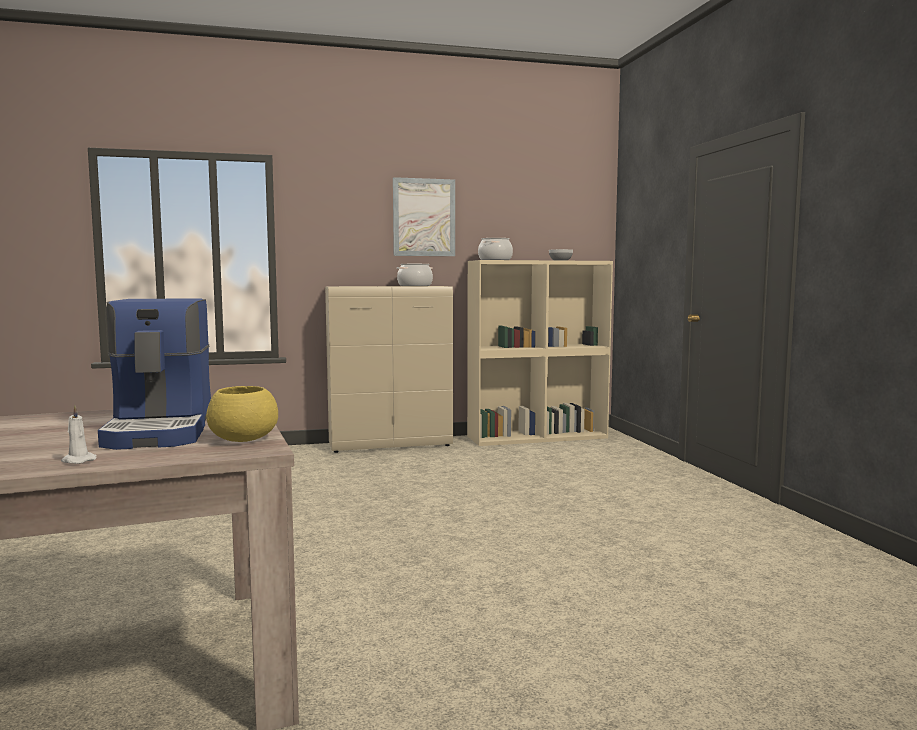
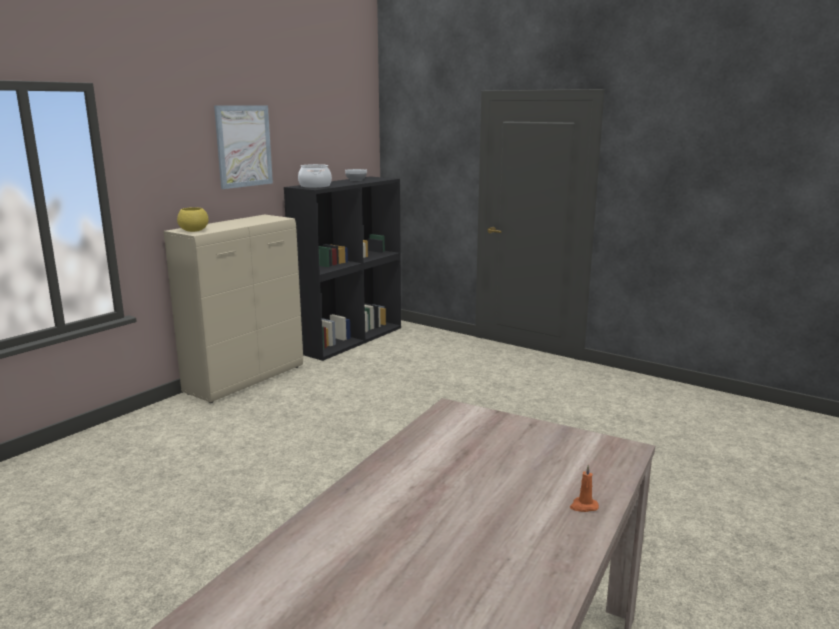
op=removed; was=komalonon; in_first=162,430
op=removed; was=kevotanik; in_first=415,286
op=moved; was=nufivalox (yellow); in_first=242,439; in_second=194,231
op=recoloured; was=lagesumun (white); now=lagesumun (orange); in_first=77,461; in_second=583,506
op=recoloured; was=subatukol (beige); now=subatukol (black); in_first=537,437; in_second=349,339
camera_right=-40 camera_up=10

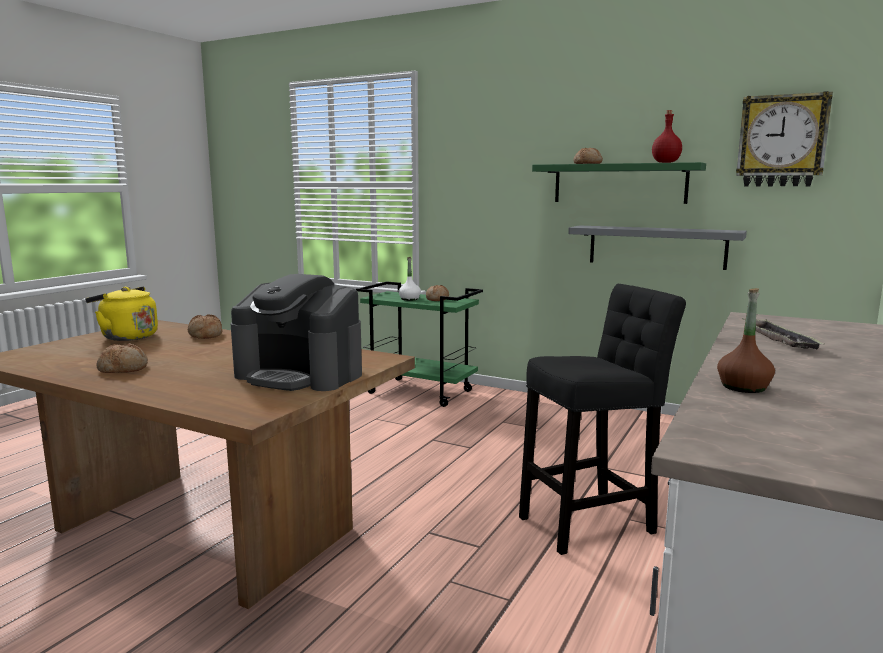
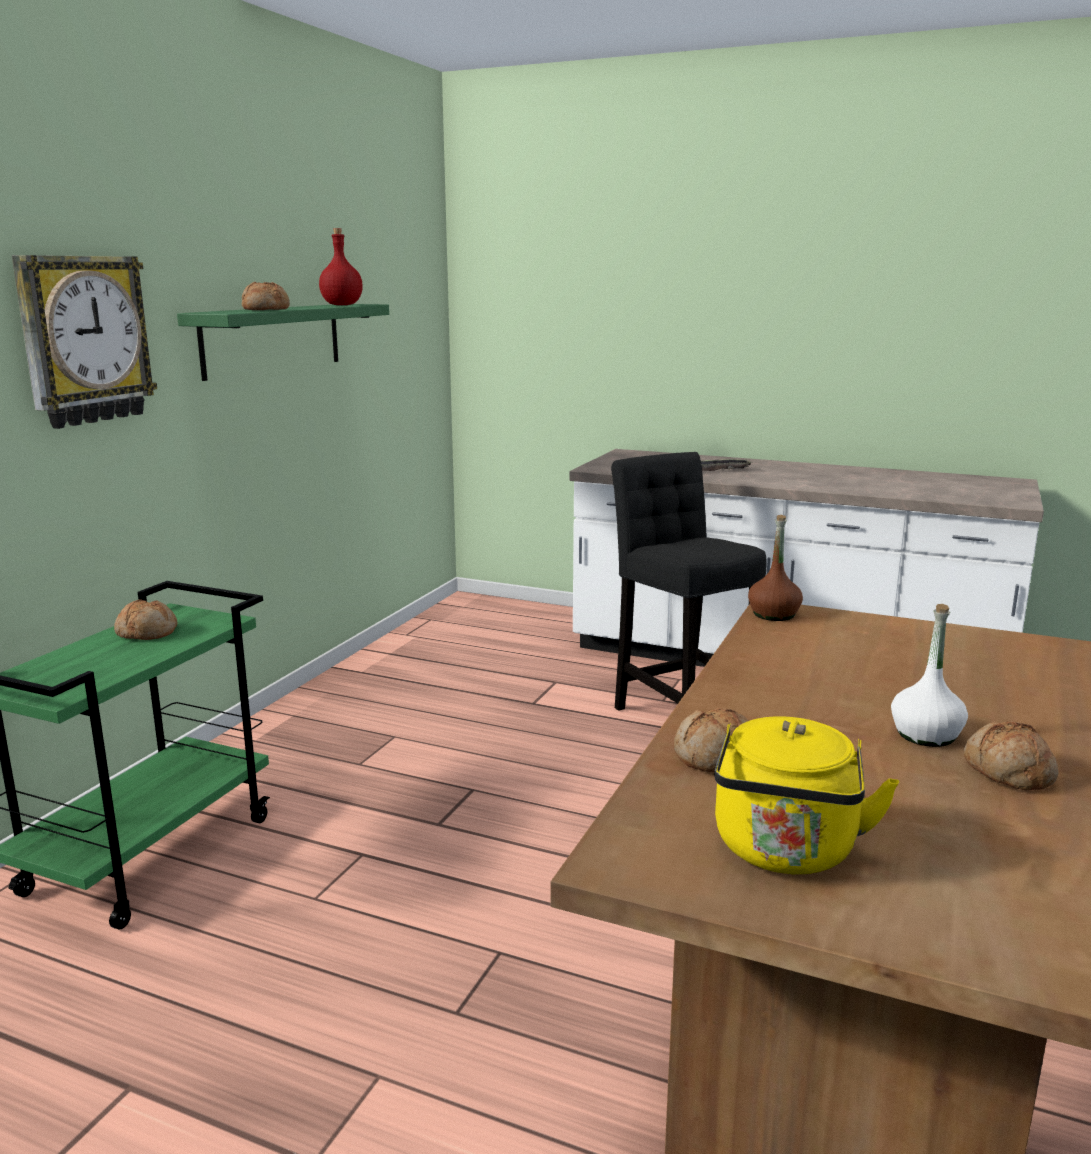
op=removed; was=komalonon; in_first=300,375
op=removed; was=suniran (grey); in_first=656,247
op=moved; was=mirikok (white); in_first=409,299; in_second=926,735
op=moved; was=mirikok (brown); in_first=743,387; in_second=774,614
op=moved; was=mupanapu; in_first=782,141; in_second=84,340
camera_right=-95 camera_up=5

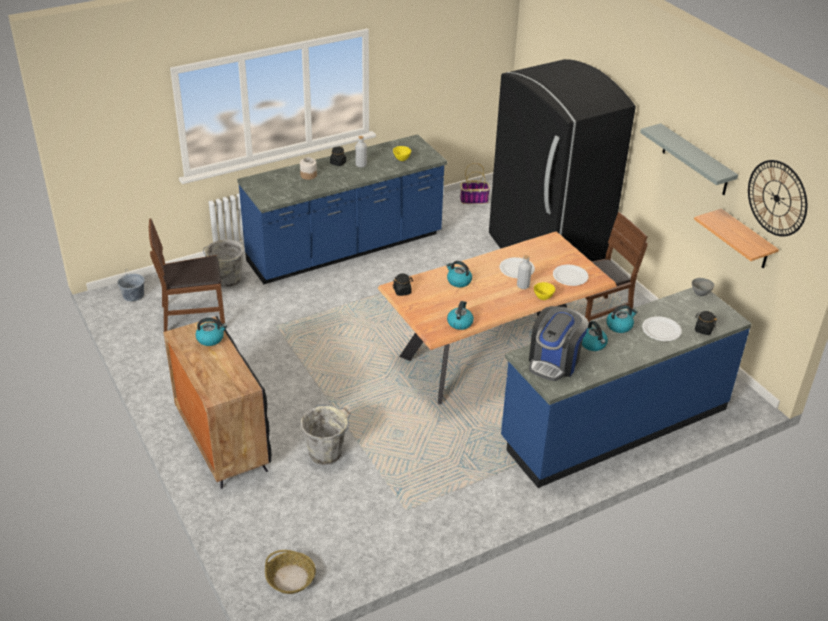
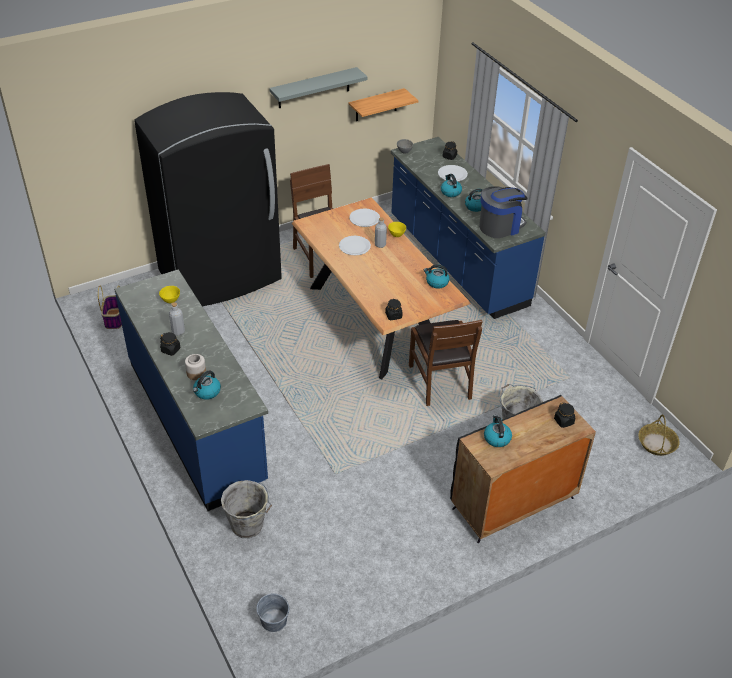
op=removed; was=mupanapu; in_first=777,198
op=added; now=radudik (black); in_second=564,421
op=moved; was=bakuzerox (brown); in_first=193,315; in_second=440,381
op=moved; was=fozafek; in_first=458,281; in_second=207,392
op=turned; was=komalonon; in_first=554,362; in_second=500,226; clockwise=-60
camera_right=-90 camera_up=5

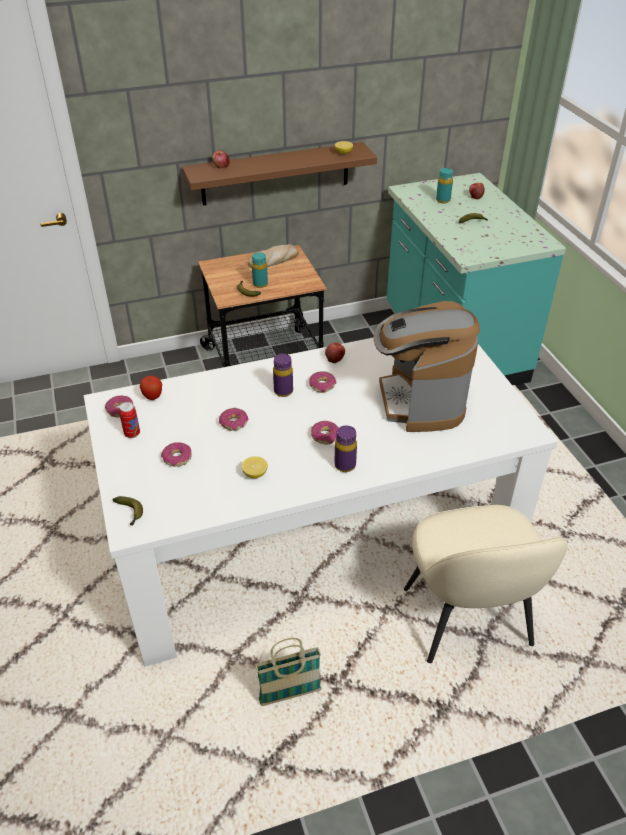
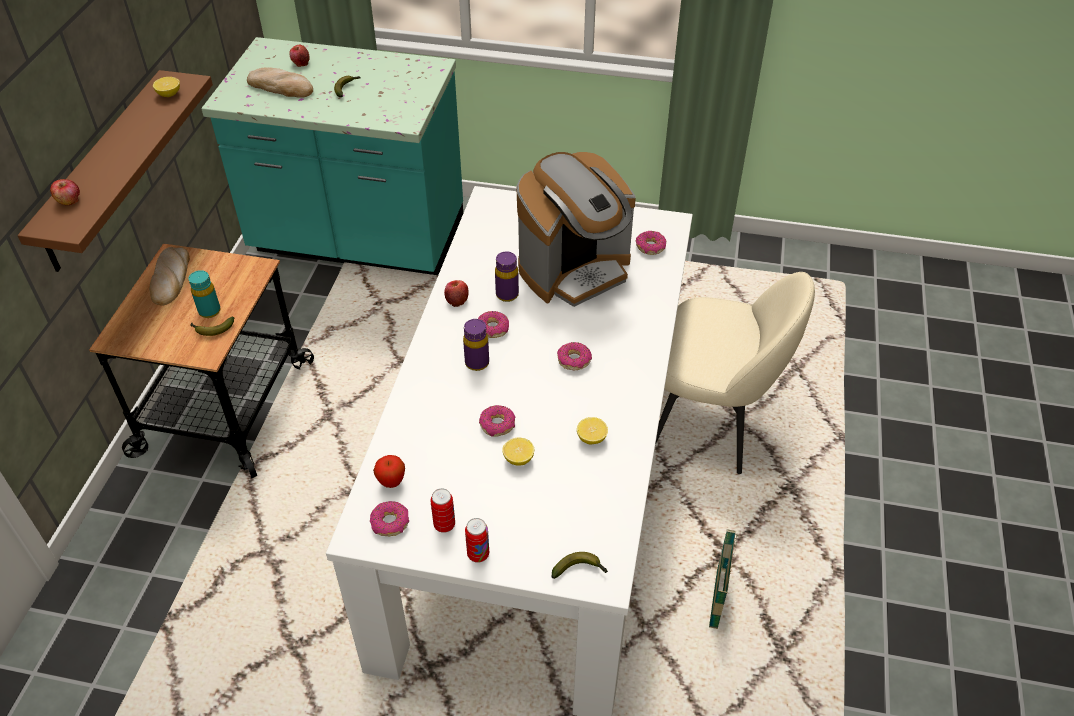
op=added; now=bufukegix; in_second=478,554
op=added; now=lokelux; in_second=518,459
op=moved; was=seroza; in_first=177,458; in_second=650,247
op=moved; was=mirikok (purple); in_first=345,465; in_second=507,295
op=replaced; was=mirikok (turquoise); now=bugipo; in_first=443,200; in_second=281,86
op=turned; was=komalonon; in_first=420,401; in_second=575,270; clockwise=-60
camera_right=-60 camera_up=5

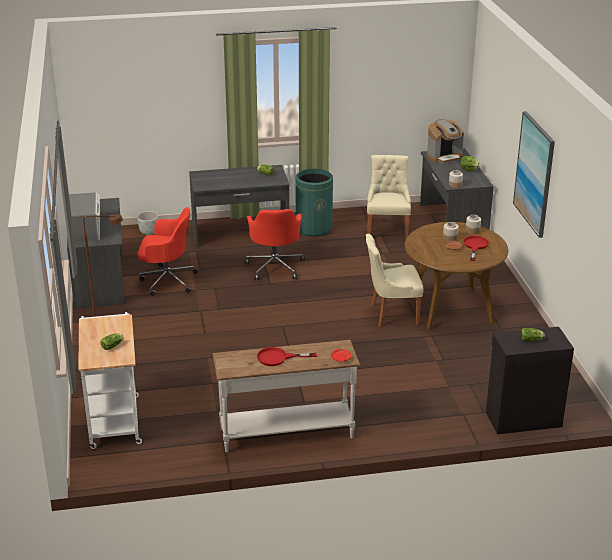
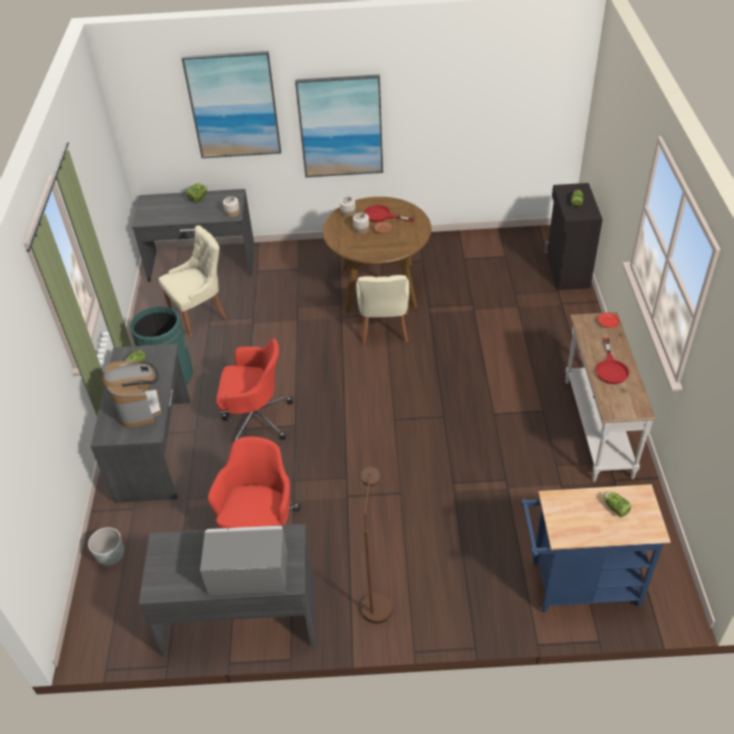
op=added; now=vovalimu; in_second=233,105
op=moved; was=komalonon; in_first=444,157; in_second=139,408
op=recoloured; was=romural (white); now=romural (blue); in_first=114,418; in_second=577,585
op=turned; was=bakuzerox (beige); in_first=387,230; in_second=200,314; clockwise=135
camera_right=-80 camera_up=15

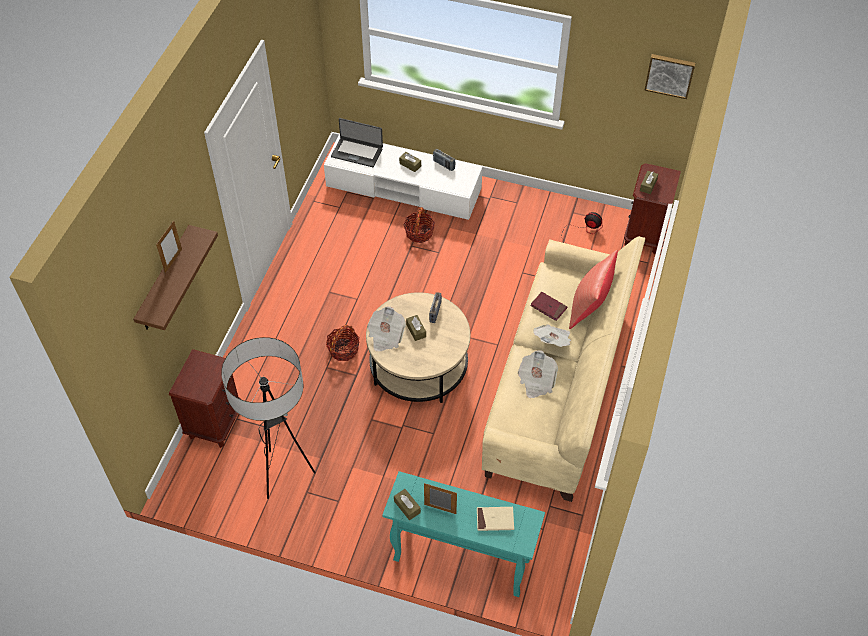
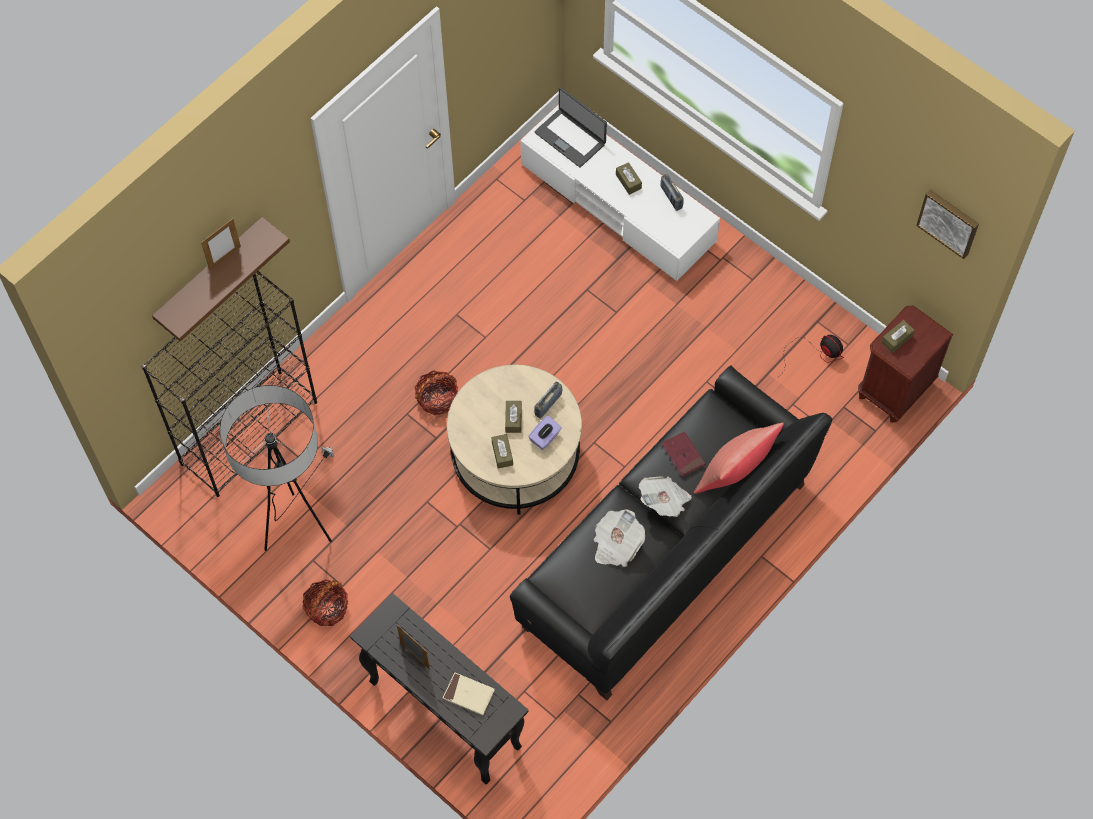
op=removed; was=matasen; in_first=386,336
op=added; now=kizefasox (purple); in_second=545,438
op=moved; was=kizefasox (brown); in_first=407,507; in_second=502,454
op=moved; was=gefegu; in_first=419,233; in_second=327,608
op=replaced; was=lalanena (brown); now=subatukol (black); in_first=215,422; in_second=249,432
op=recoloured; was=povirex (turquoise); now=povirex (black); in_first=460,560; in_second=443,714
op=recoloured; was=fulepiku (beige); now=fulepiku (black); in_first=557,390; in_second=665,555
camera_right=25 camera_up=10

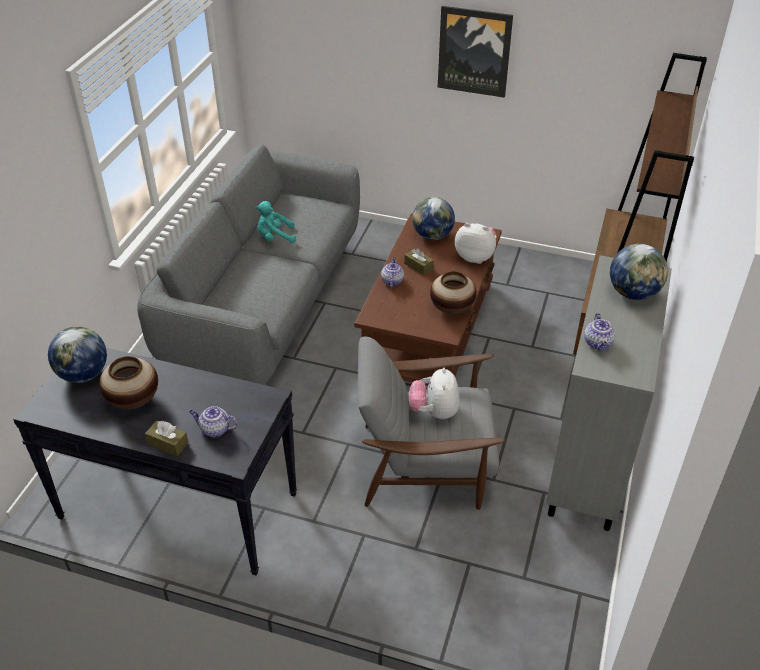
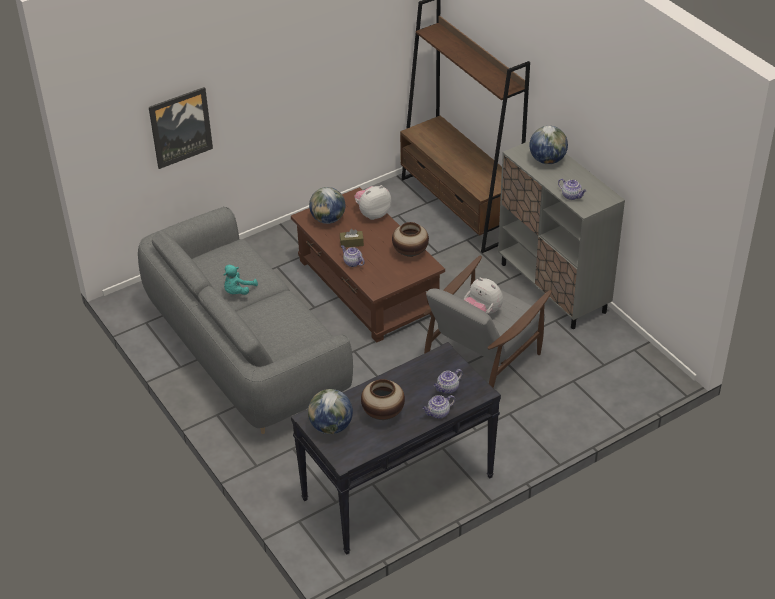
op=moved; was=vovalimu; in_first=474,51; in_second=180,127
op=replaced; was=kizefasox (brown); now=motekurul; in_first=168,443; in_second=438,413
camera_right=-50 camera_up=0

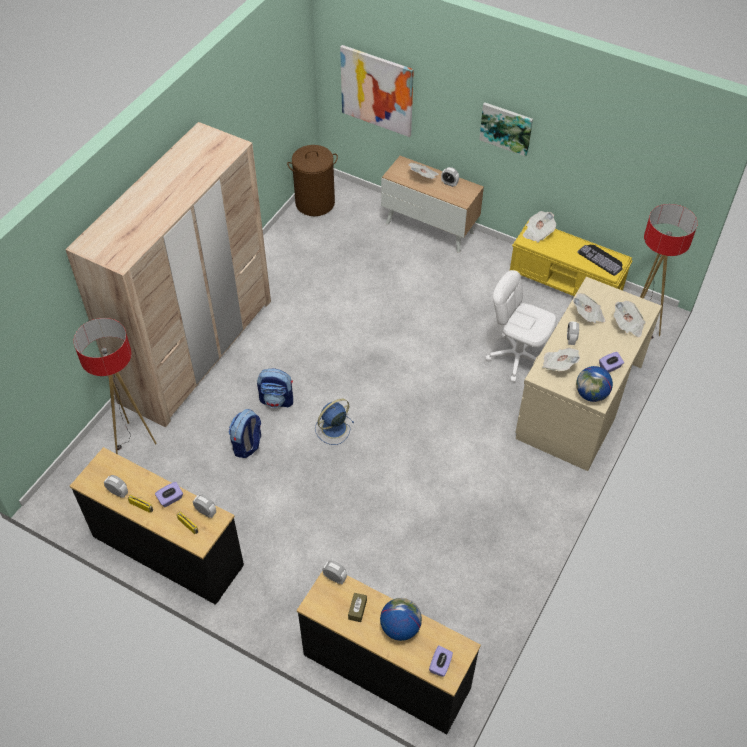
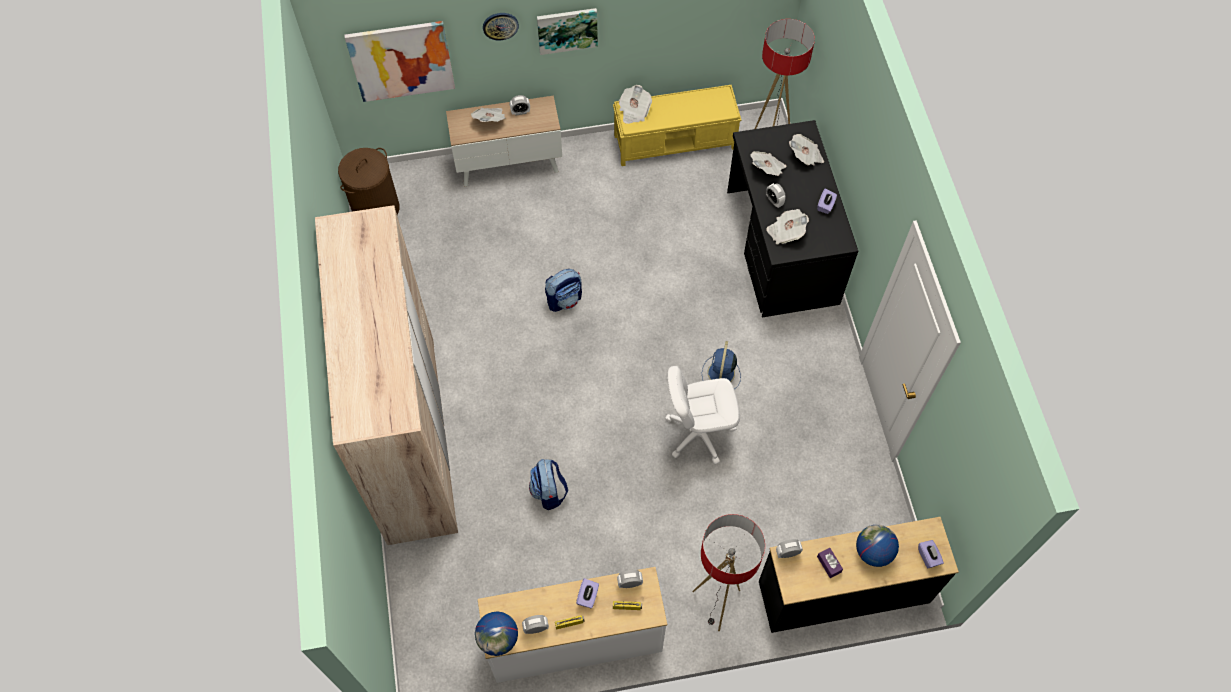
op=removed; was=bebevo; in_first=602,259
op=added; now=mupanapu; in_second=500,25
op=moved; was=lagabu; in_first=133,441; in_second=716,604
op=moved; was=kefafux; in_first=277,400; in_second=564,300
op=moved; was=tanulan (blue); in_first=333,428; in_second=721,374
op=moved; was=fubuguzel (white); in_first=517,357; in_second=699,433
op=moved; was=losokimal; in_first=591,394; in_second=498,639
op=recoloured; was=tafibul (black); now=tafibul (white); in_first=167,551; in_second=575,641
op=recoloured; was=kizefasox (brown); now=kizefasox (purple); in_first=357,609; in_second=829,564
op=recoloured; was=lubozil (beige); now=lubozil (black); in_first=578,402; in_second=781,247
camera_right=-40 camera_up=10

